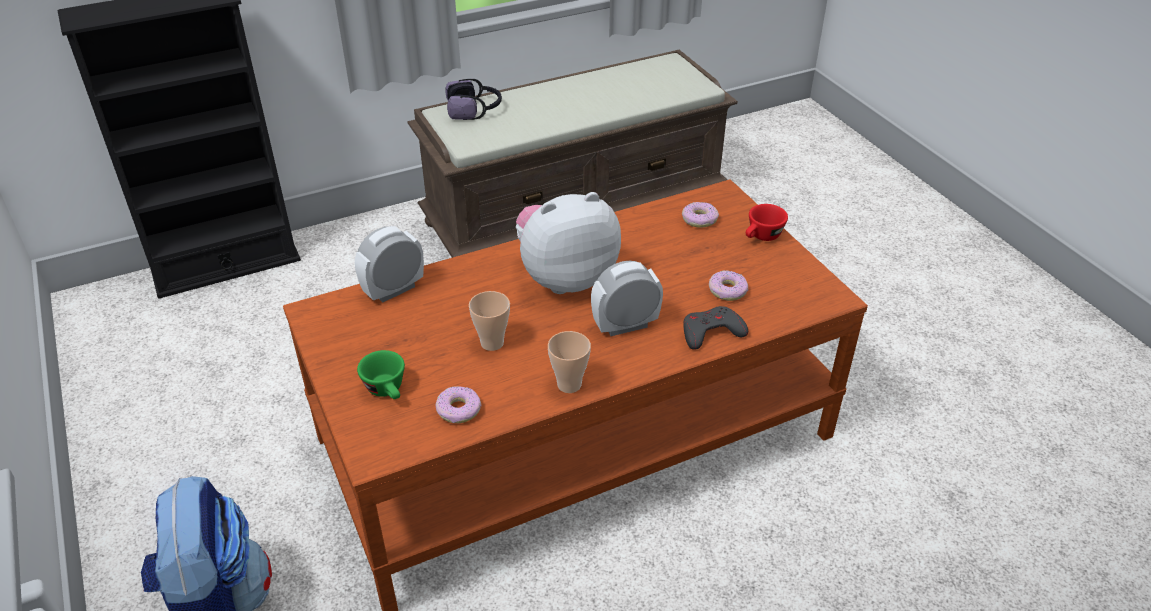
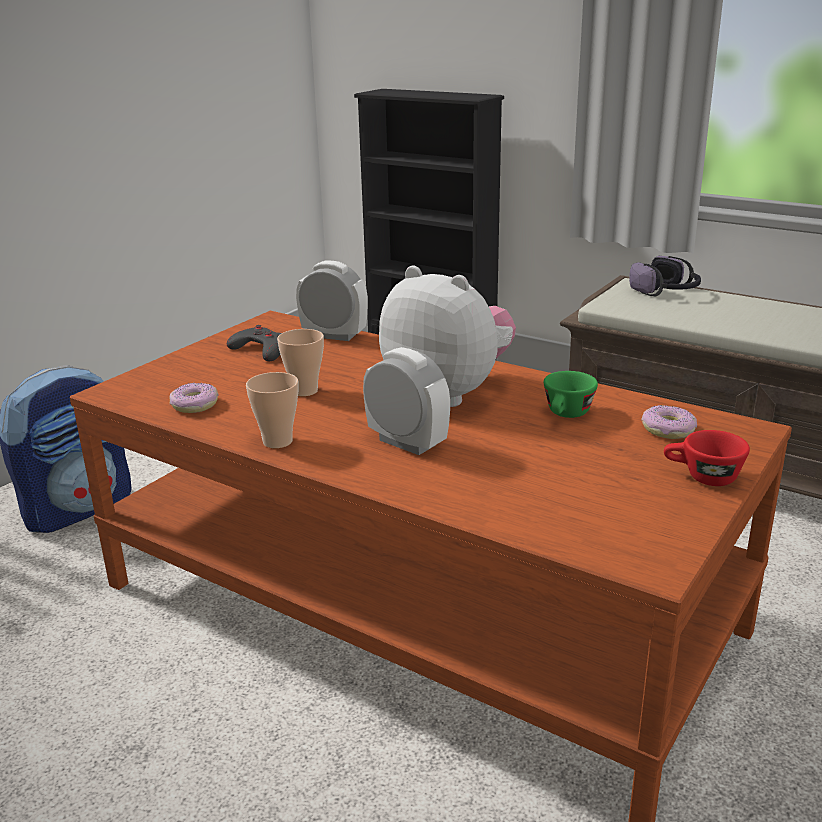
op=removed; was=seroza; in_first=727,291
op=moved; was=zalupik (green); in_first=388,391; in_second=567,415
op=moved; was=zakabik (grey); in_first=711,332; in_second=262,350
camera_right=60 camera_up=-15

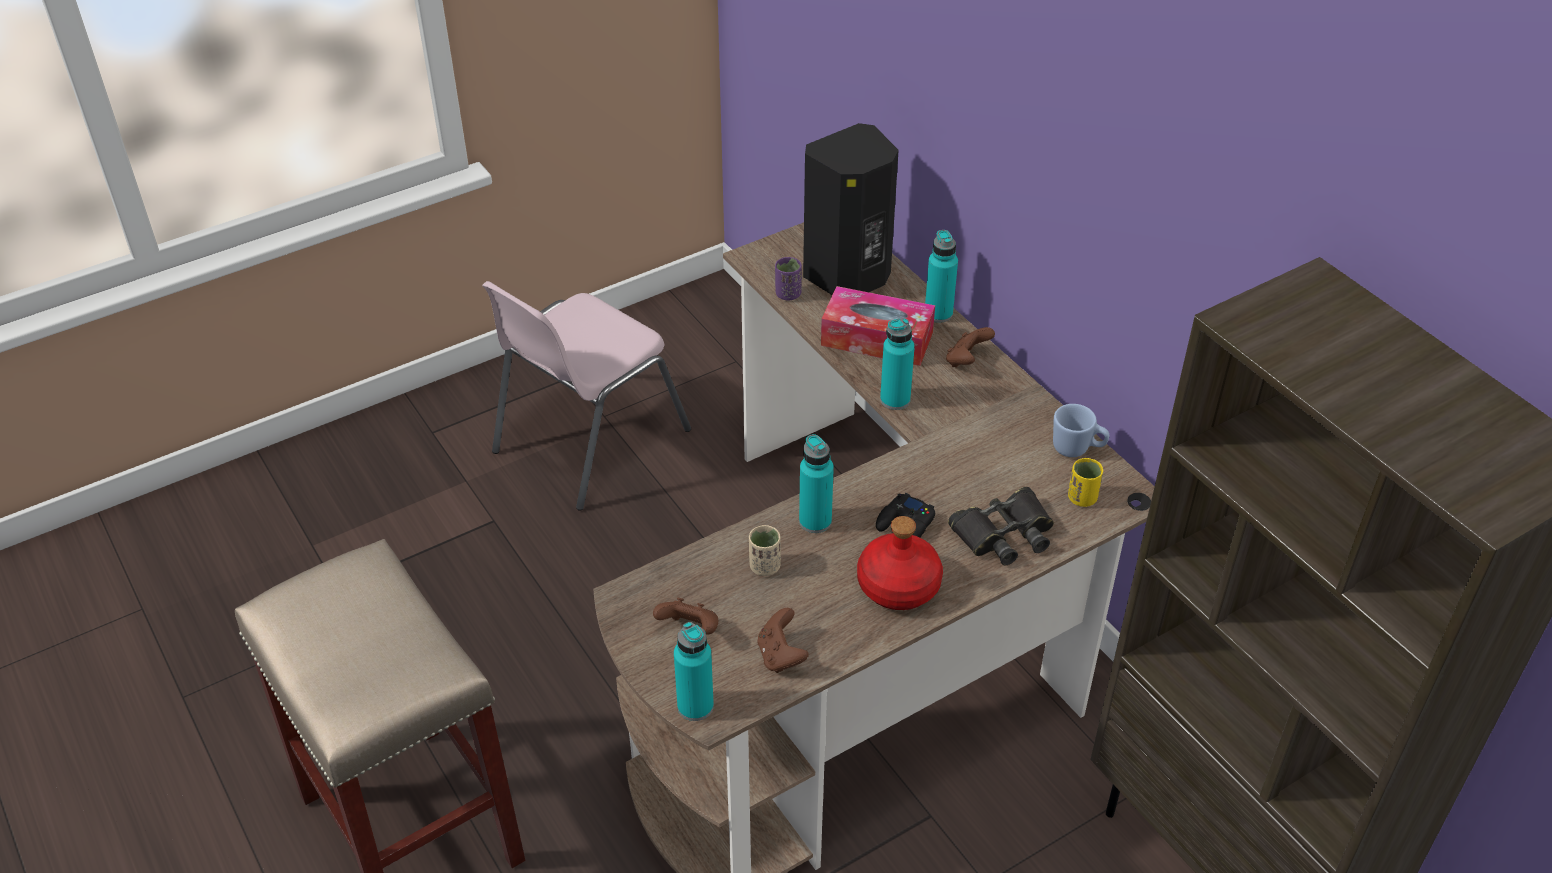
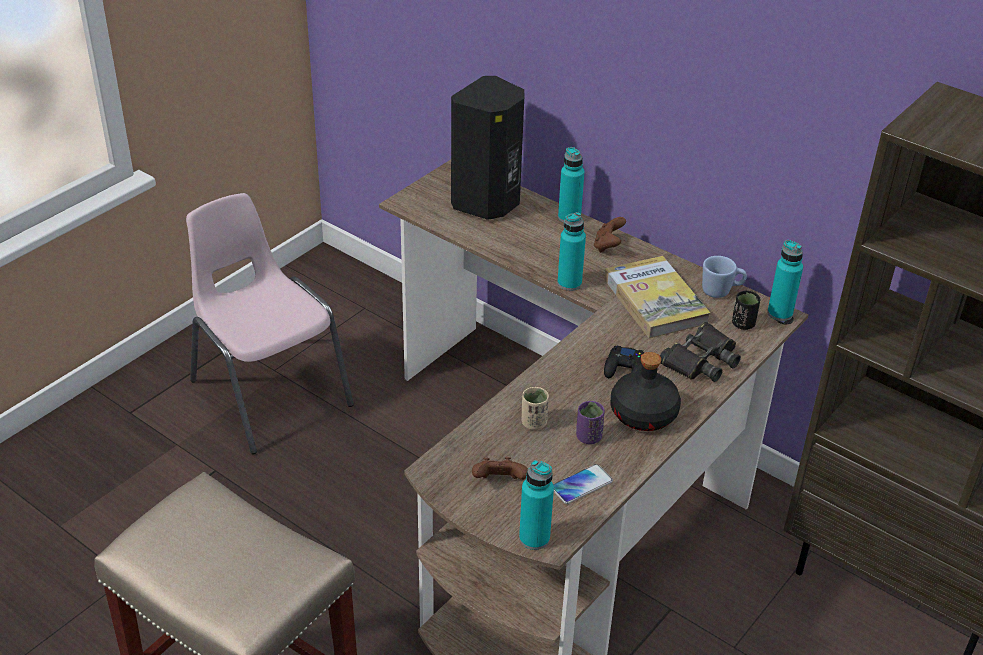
op=removed; was=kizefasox; in_first=877,339
op=added; now=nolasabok; in_second=655,301
op=moved; was=zalupik (purple); in_first=788,294; in_second=588,437
op=moved; was=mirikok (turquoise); in_first=815,521; in_second=780,313
op=replaced; was=zakabik (brown); now=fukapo; in_first=781,656; in_second=581,485
op=recoloured; was=mirikok (red); now=mirikok (black); in_first=898,586; in_second=643,414
op=recoloured; was=zalupik (yellow); now=zalupik (black); in_first=1082,498; in_second=743,324
op=turned; was=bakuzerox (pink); in_first=587,441; in_second=269,392; clockwise=120
camera_right=-20 camera_up=-5

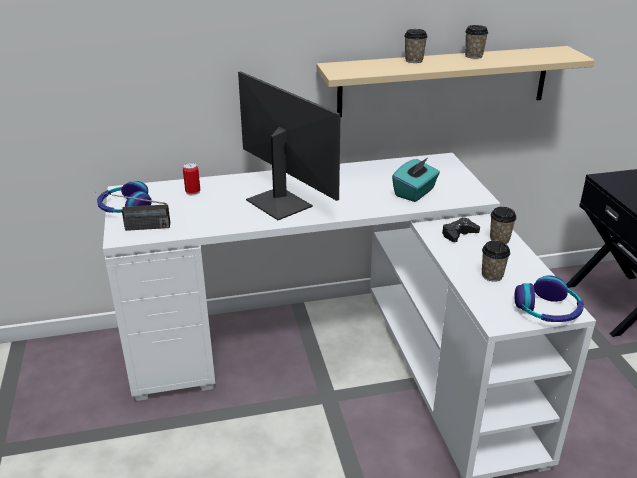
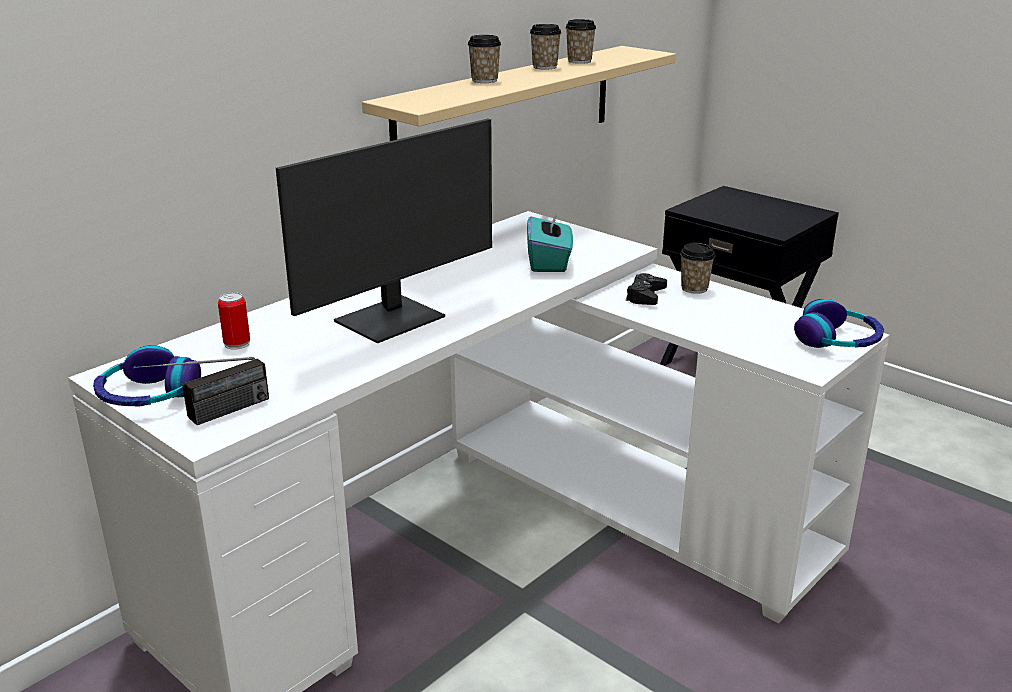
op=moved; was=zalupik; in_first=492,275; in_second=579,61
op=turned; was=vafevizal; in_first=280,202; in_second=392,320; clockwise=120
camera_right=-35 camera_up=-5

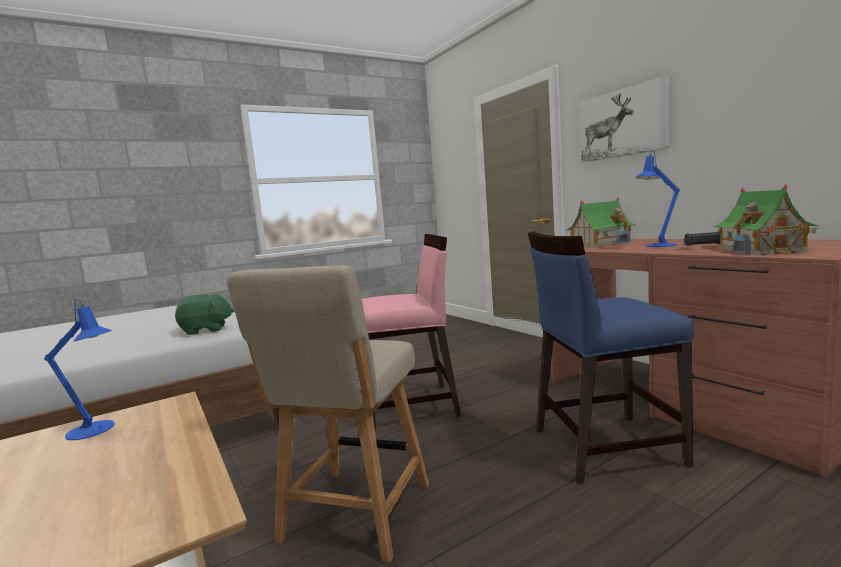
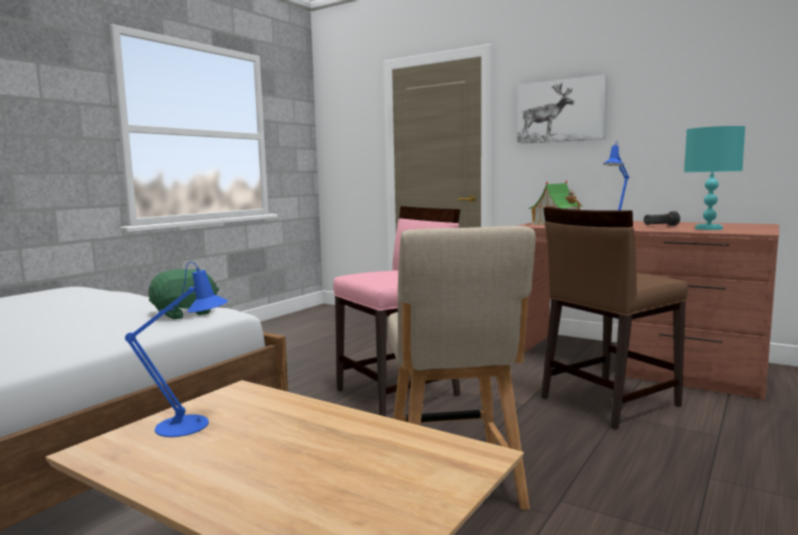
op=replaced; was=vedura; now=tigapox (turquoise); in_first=760,249; in_second=709,228
op=recoloured; was=bakuzerox (blue); now=bakuzerox (brown); in_first=604,446; in_second=607,401
camera_right=-25 camera_up=0

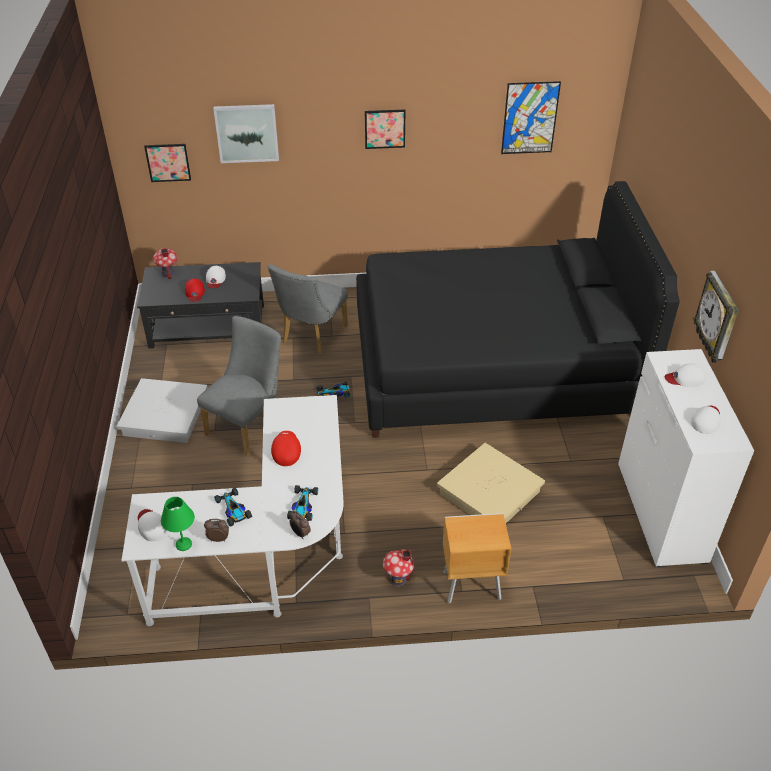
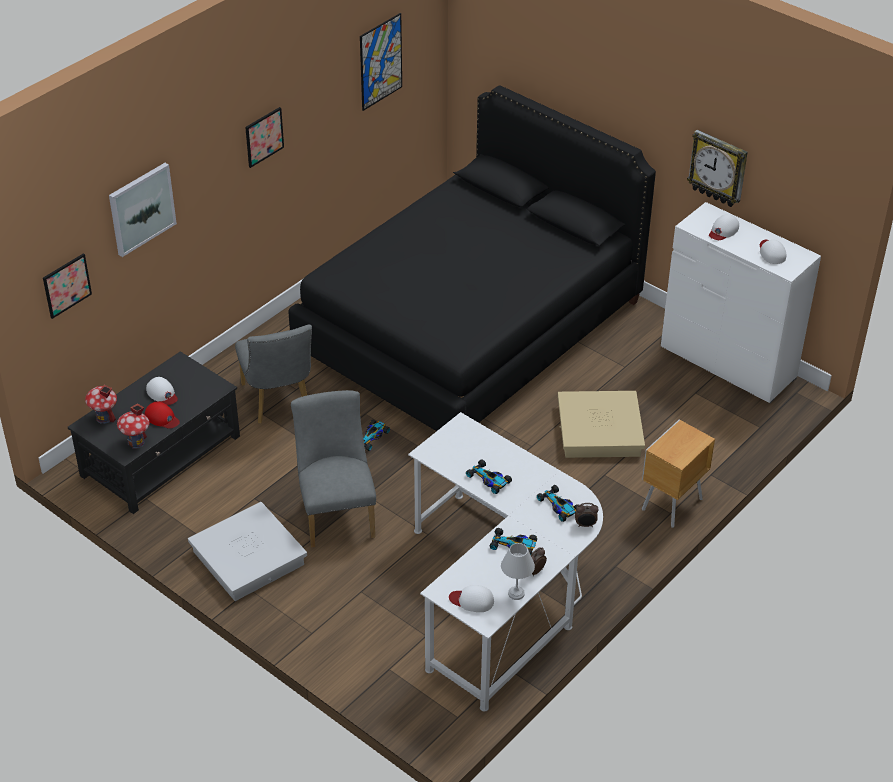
op=moved; was=vedura; in_first=398,579; in_second=136,442
op=replaced; was=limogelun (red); now=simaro; in_first=286,452; in_second=489,480
op=recoloured; was=tigapox (green); now=tigapox (white); in_first=183,544; in_second=515,594
camera_right=-45 camera_up=0

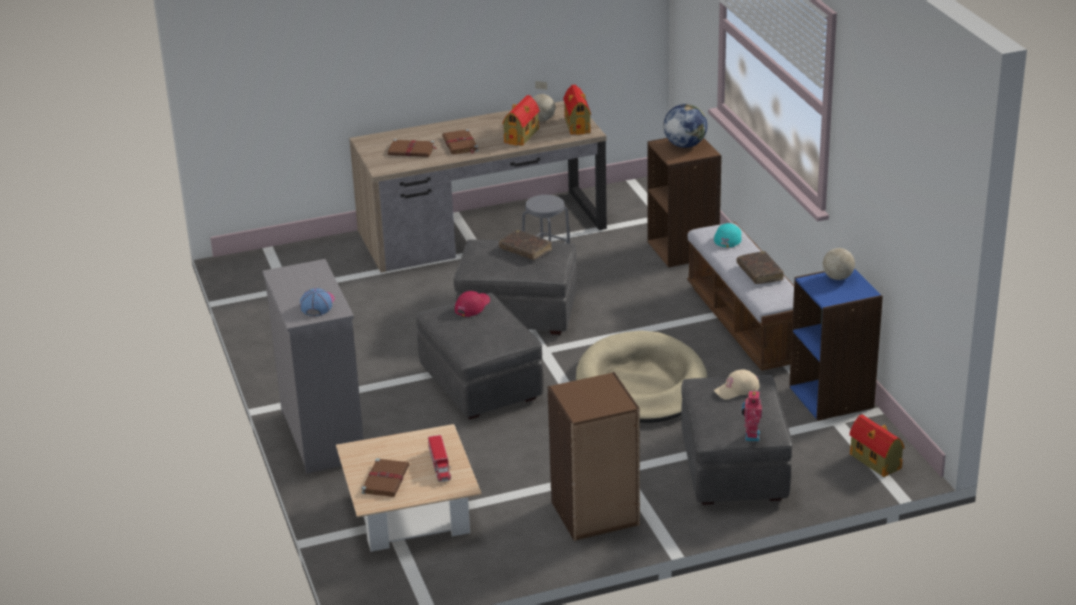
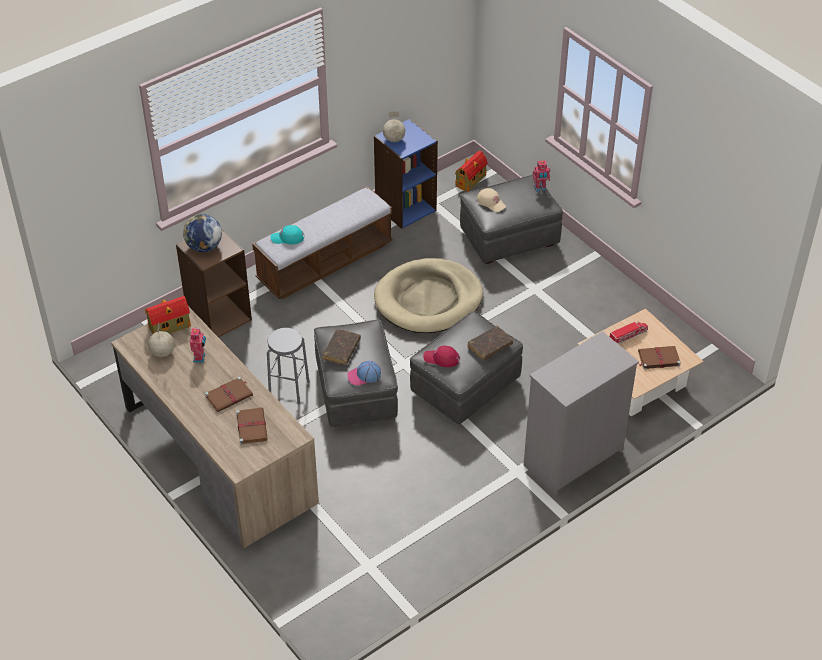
op=removed; was=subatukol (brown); in_first=595,514
op=moved; was=limogelun; in_first=317,304; in_second=364,376
op=moved; was=nolasabok (brown); in_first=759,273; in_second=490,346
op=replaced; was=vedura; now=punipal; in_first=522,135; in_second=200,358
camera_right=-110 camera_up=15

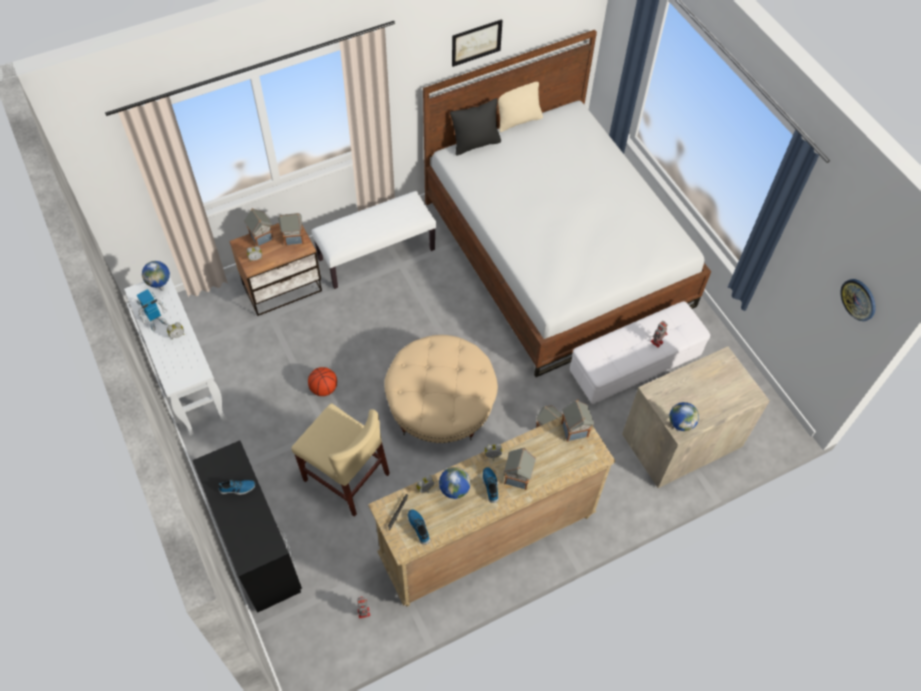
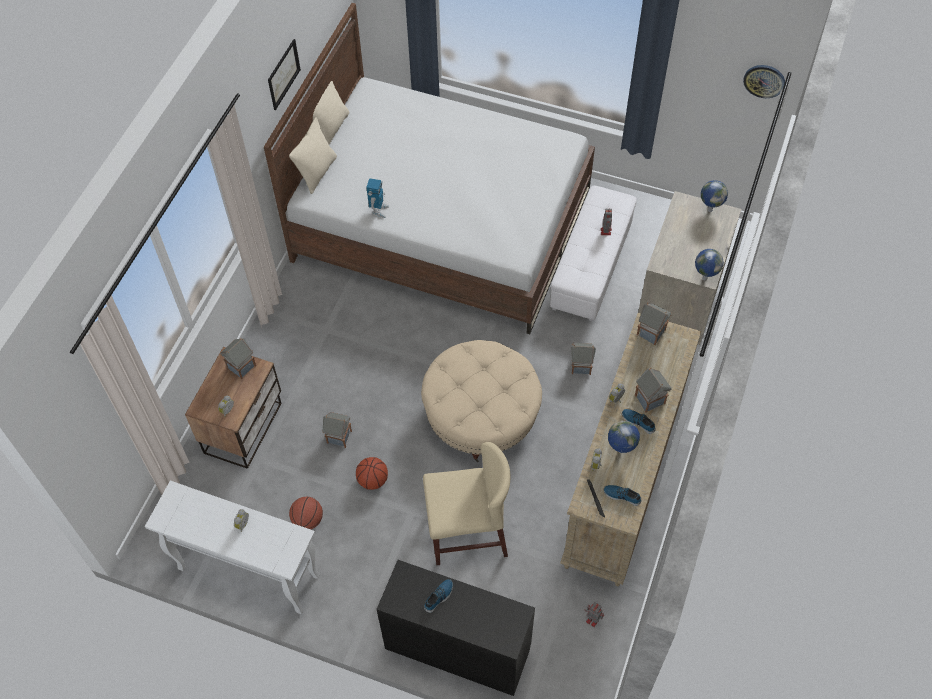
op=removed; was=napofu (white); in_first=376,253
op=added; now=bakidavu; in_second=308,520
op=moved; was=punipal; in_first=156,321; in_second=379,210
op=moved; was=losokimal; in_first=162,288; in_second=709,209
op=moved; was=vedura; in_first=261,237; in_second=338,437
op=recoloured; was=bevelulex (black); now=bevelulex (beige); in_first=475,144; in_second=317,172
camera_right=-40 camera_up=0

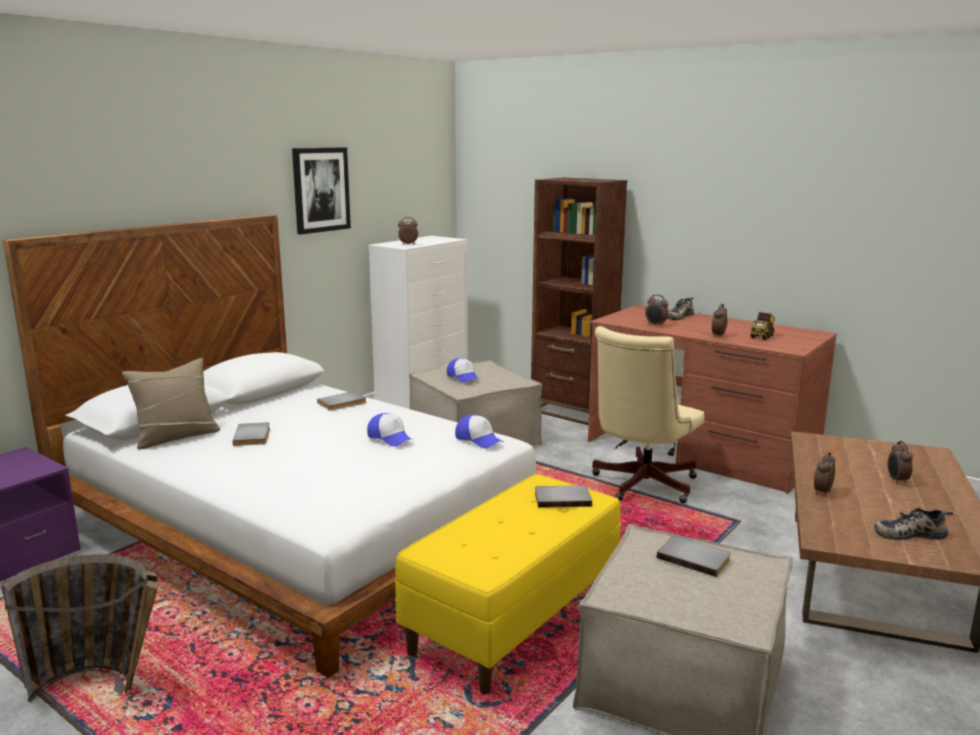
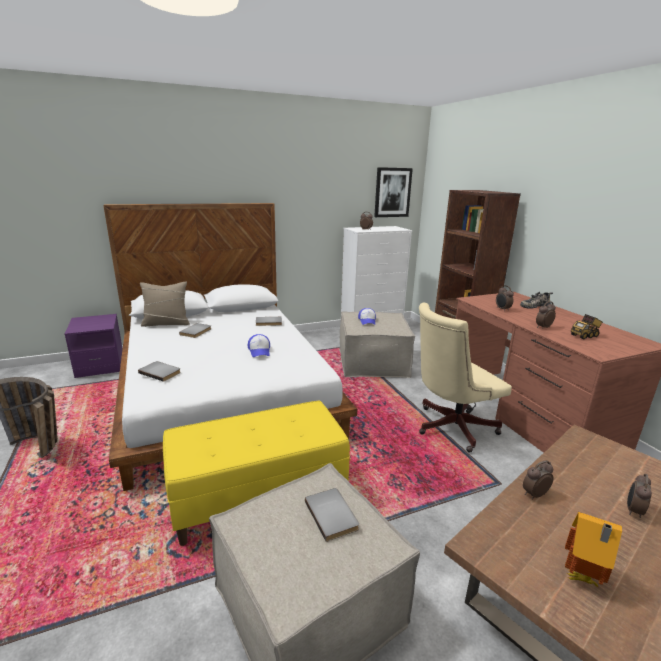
op=removed; was=limogelun; in_first=479,439
op=moved; was=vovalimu; in_first=321,190; in_second=392,192
op=moved; was=nolasabok (grey); in_first=562,498; in_second=161,372
op=replaced; was=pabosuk; now=vedura; in_first=909,533; in_second=581,578
camera_right=30 camera_up=5

